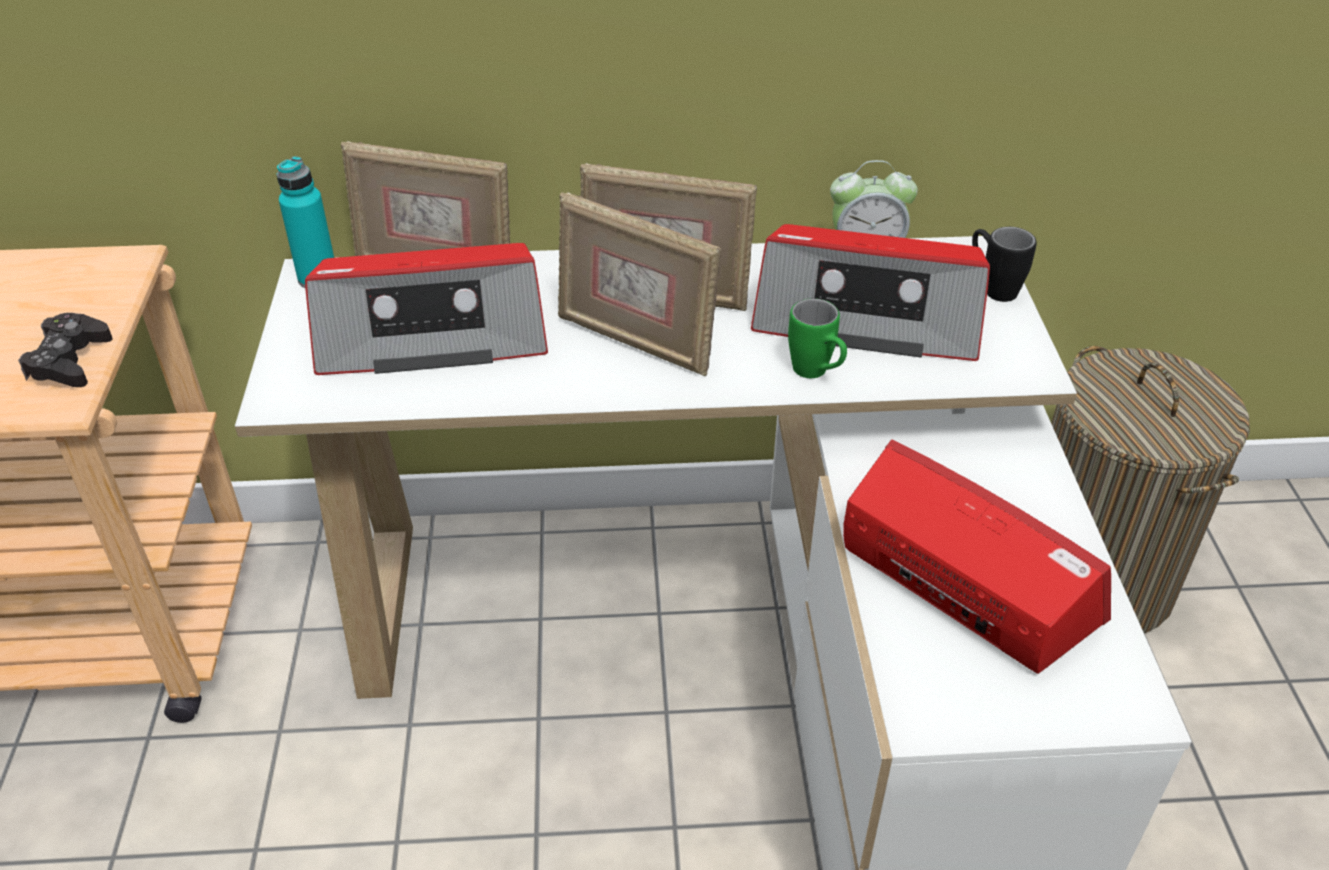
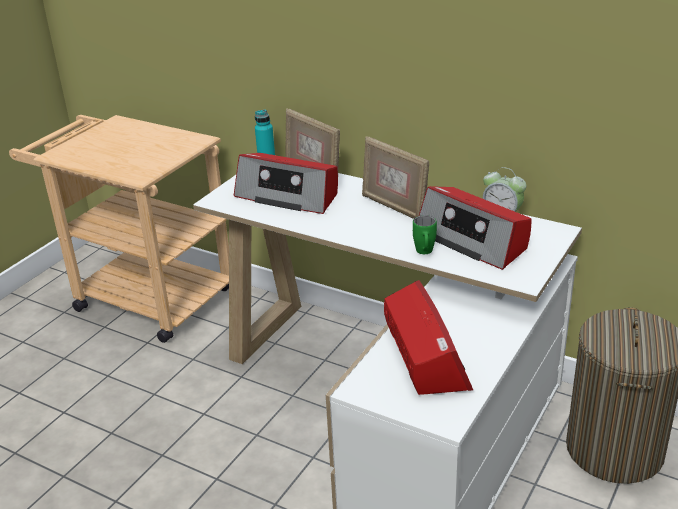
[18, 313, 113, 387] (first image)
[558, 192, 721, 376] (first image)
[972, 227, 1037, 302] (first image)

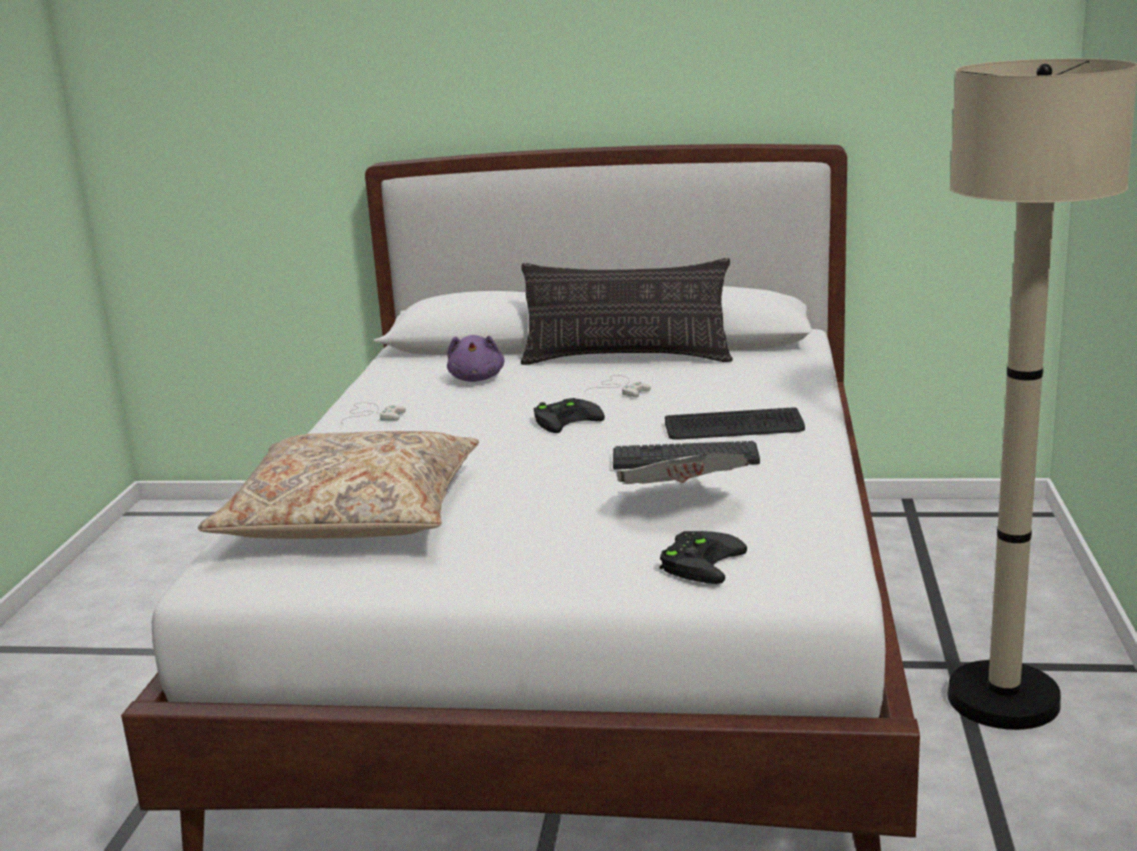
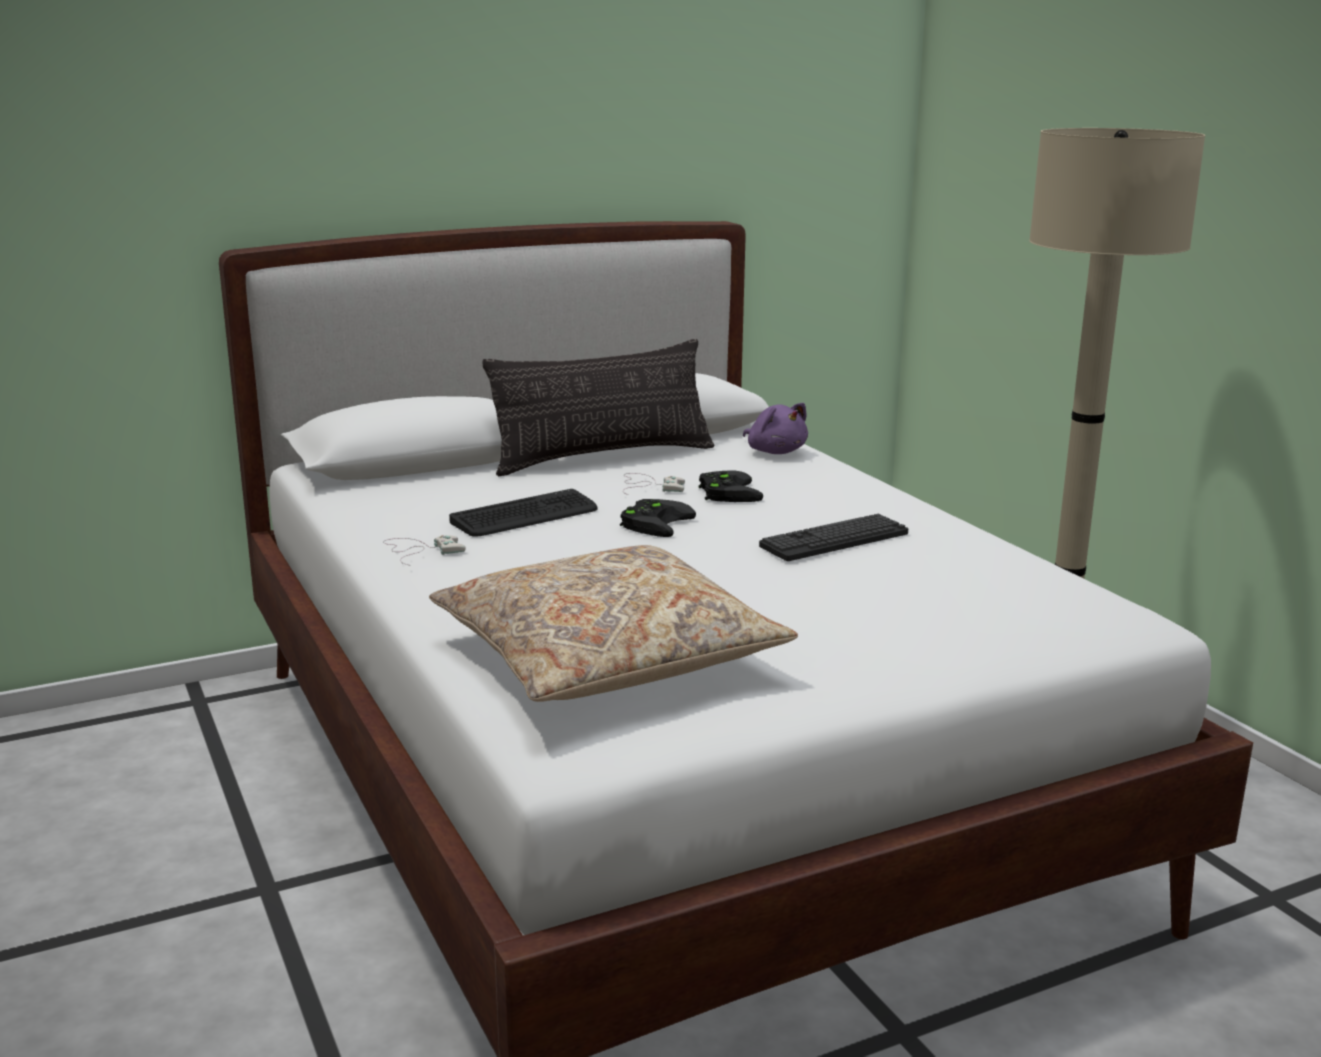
[449, 489, 598, 537]
[699, 470, 763, 502]
[743, 403, 808, 454]
[616, 453, 749, 484] (first image)

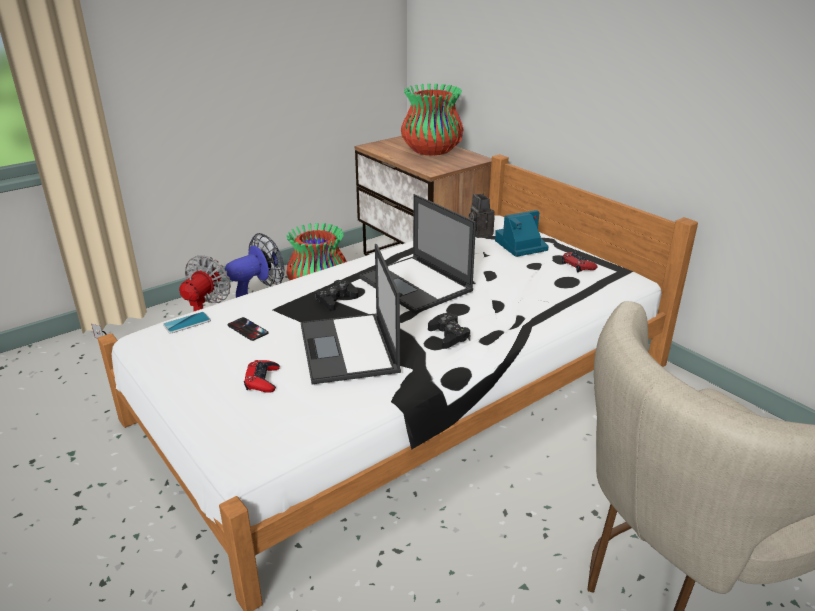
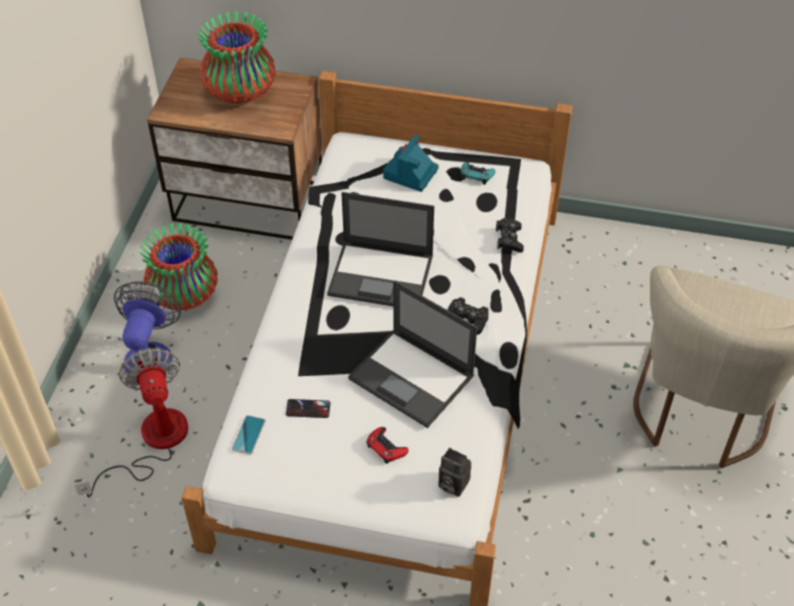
[439, 448, 471, 497]
[461, 162, 496, 185]
[496, 218, 524, 253]

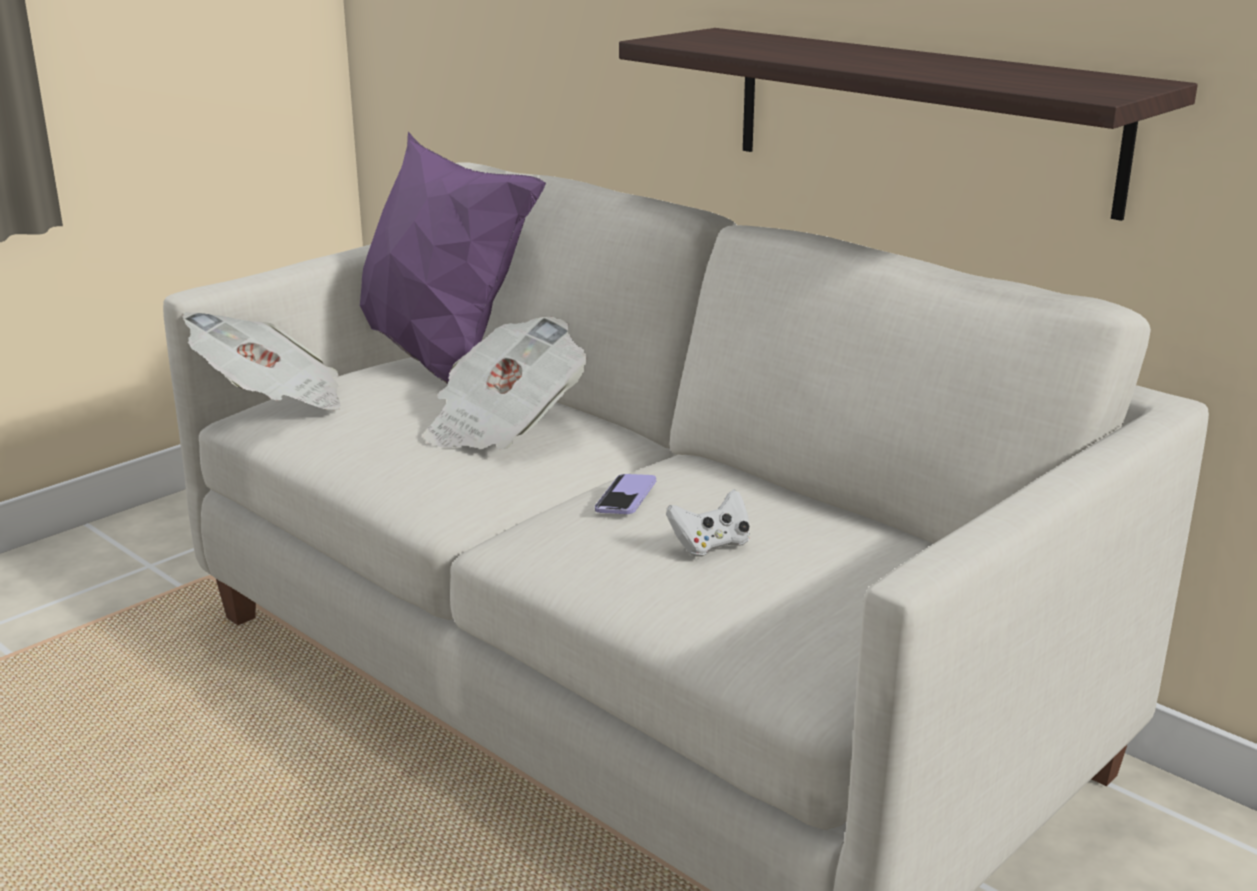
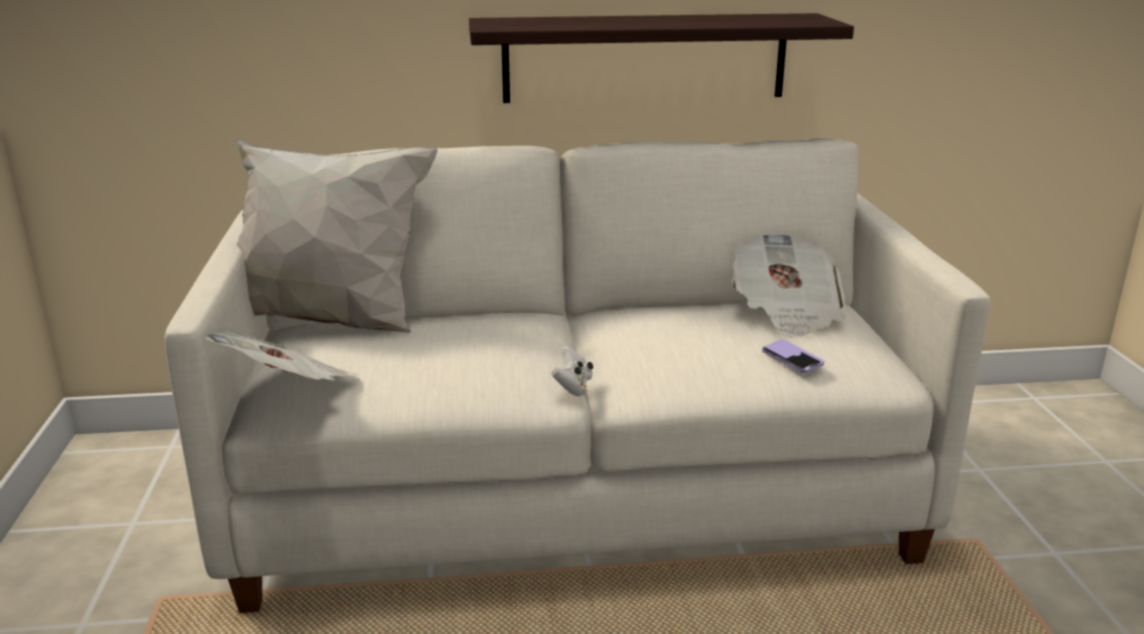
[236, 139, 438, 333]
[552, 346, 593, 396]
[732, 235, 846, 338]
[762, 340, 824, 373]

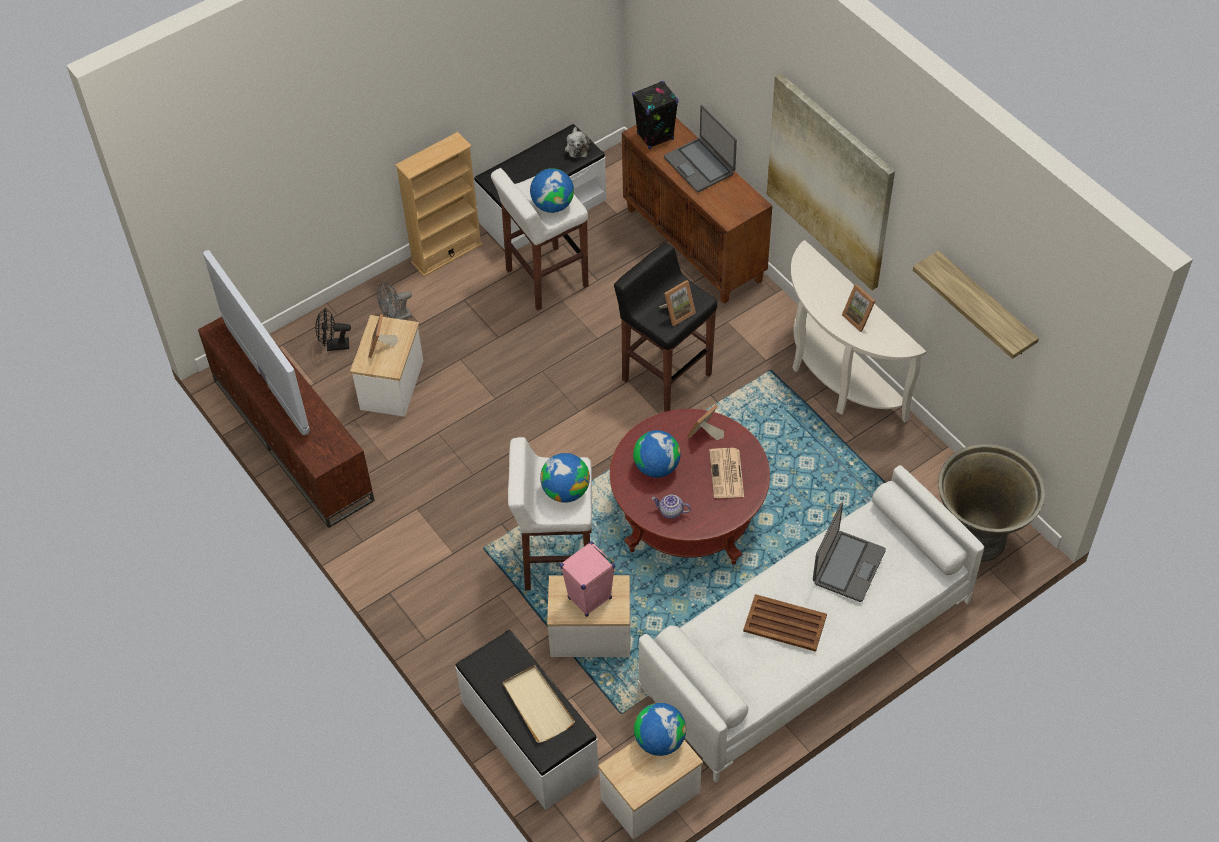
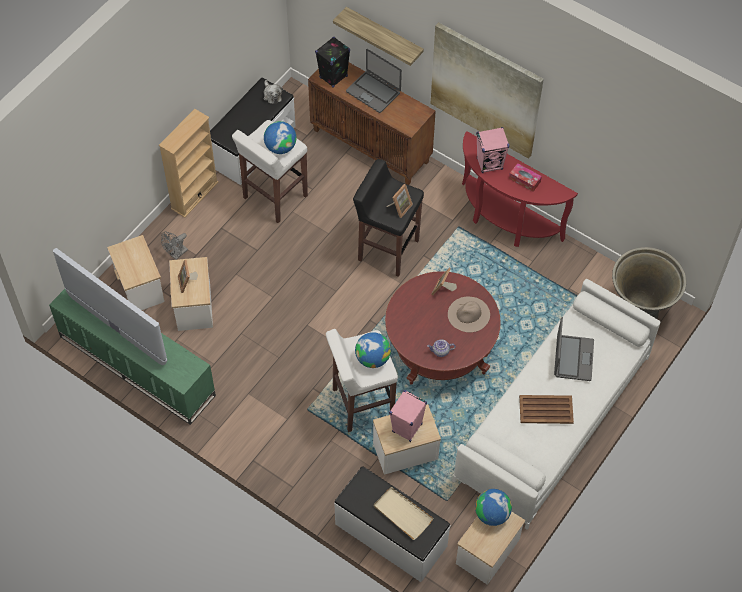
[49, 289, 216, 425]
[107, 235, 165, 310]
[333, 7, 424, 66]
[448, 297, 490, 332]
[462, 131, 578, 247]
[476, 127, 509, 173]
[509, 163, 542, 192]
[633, 430, 681, 478] (first image)

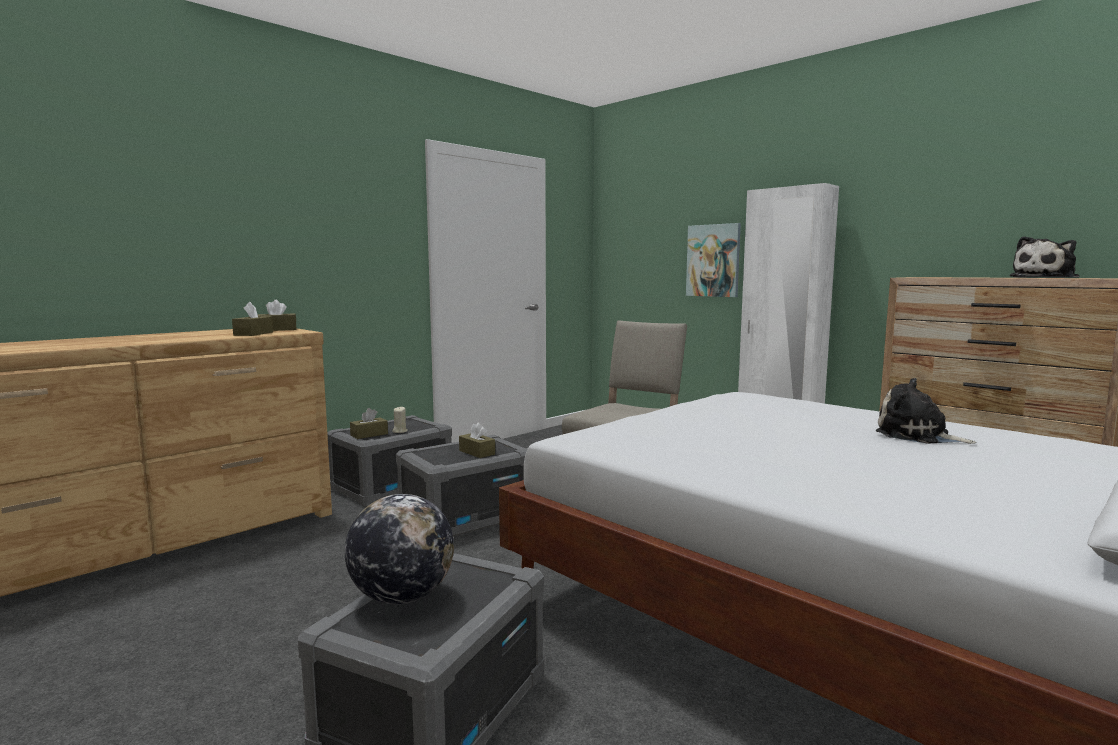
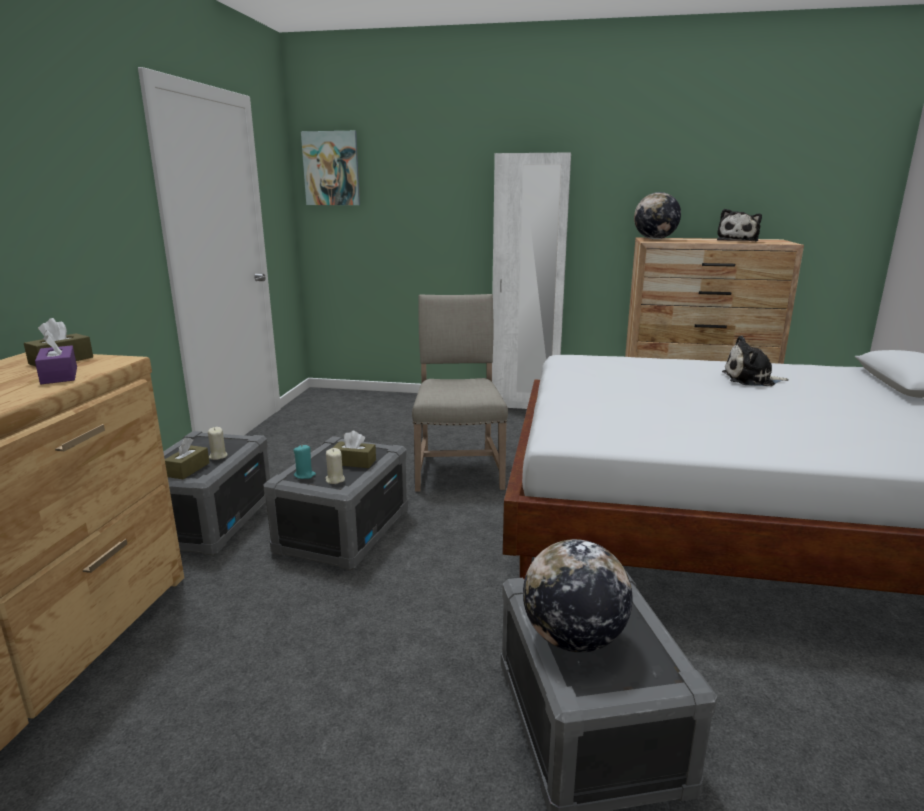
[35, 330, 77, 384]
[293, 445, 316, 479]
[301, 131, 360, 205]
[325, 448, 345, 484]
[634, 192, 681, 239]

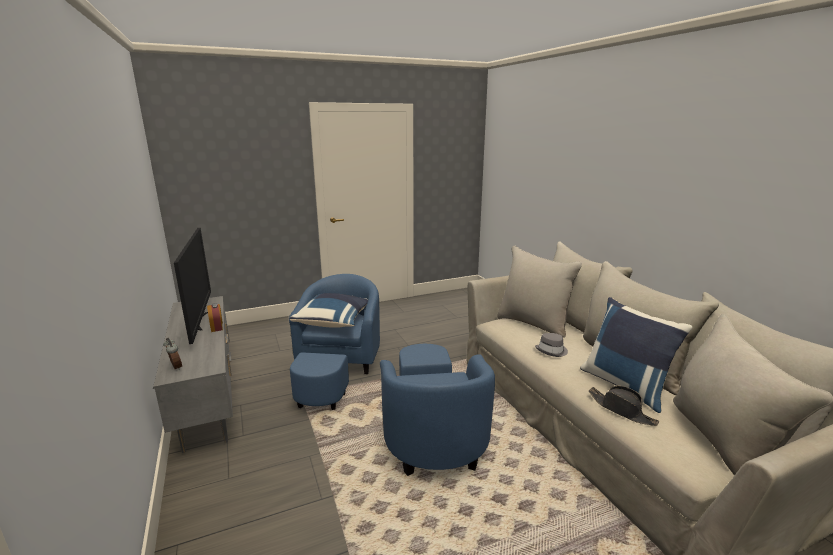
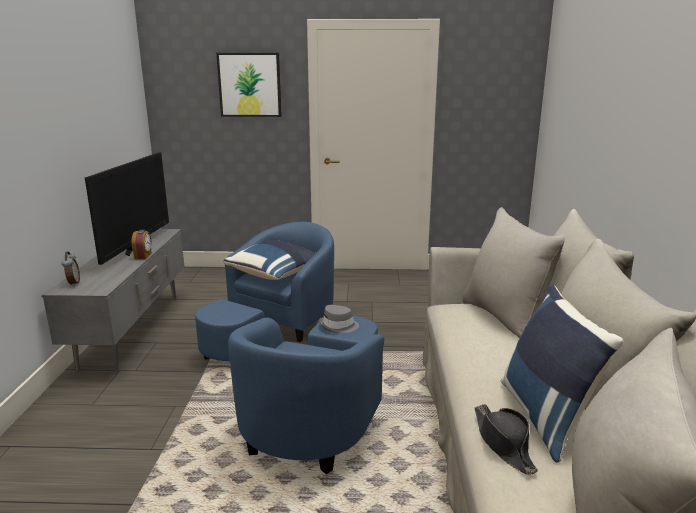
[216, 53, 282, 117]
[319, 305, 359, 333]

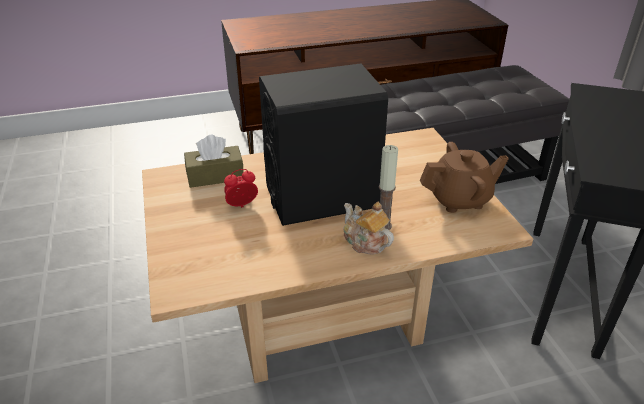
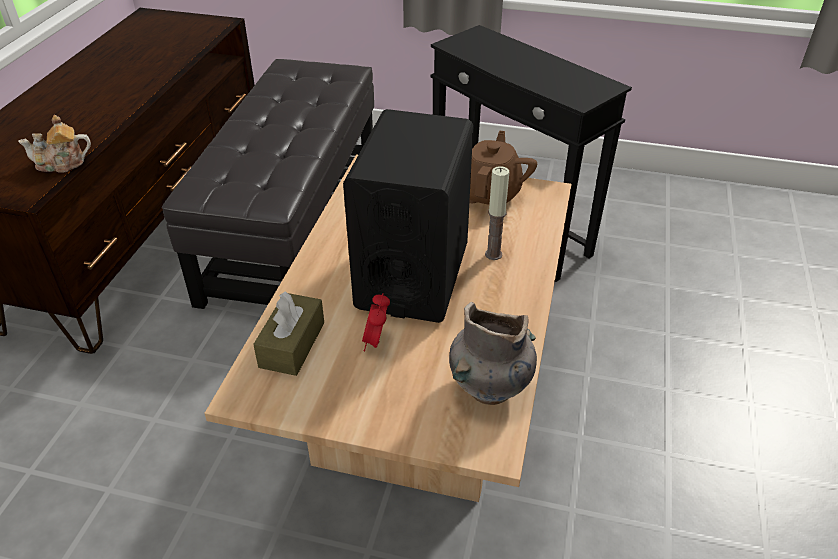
[18, 115, 91, 172]
[449, 302, 537, 405]

